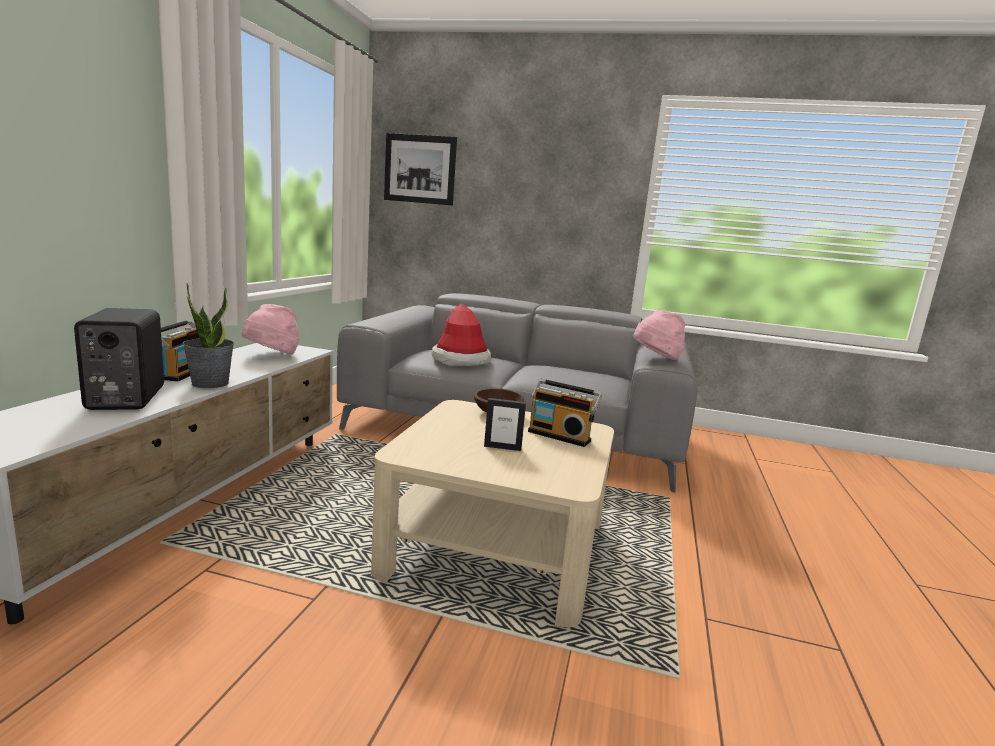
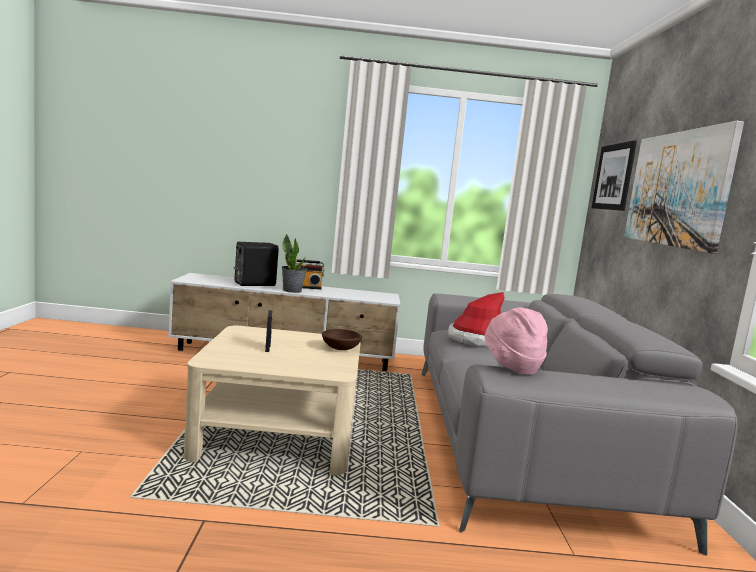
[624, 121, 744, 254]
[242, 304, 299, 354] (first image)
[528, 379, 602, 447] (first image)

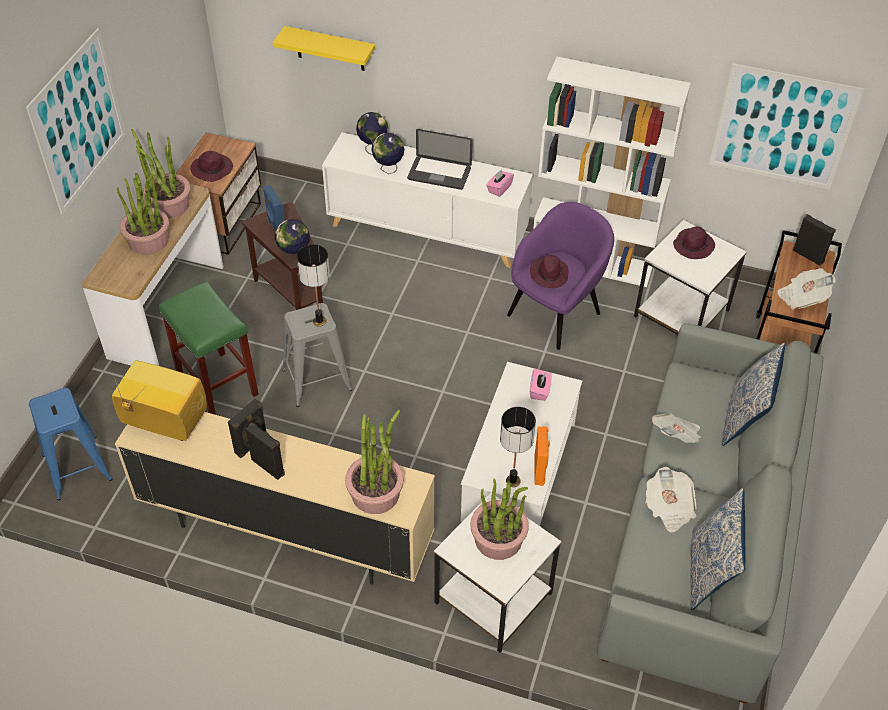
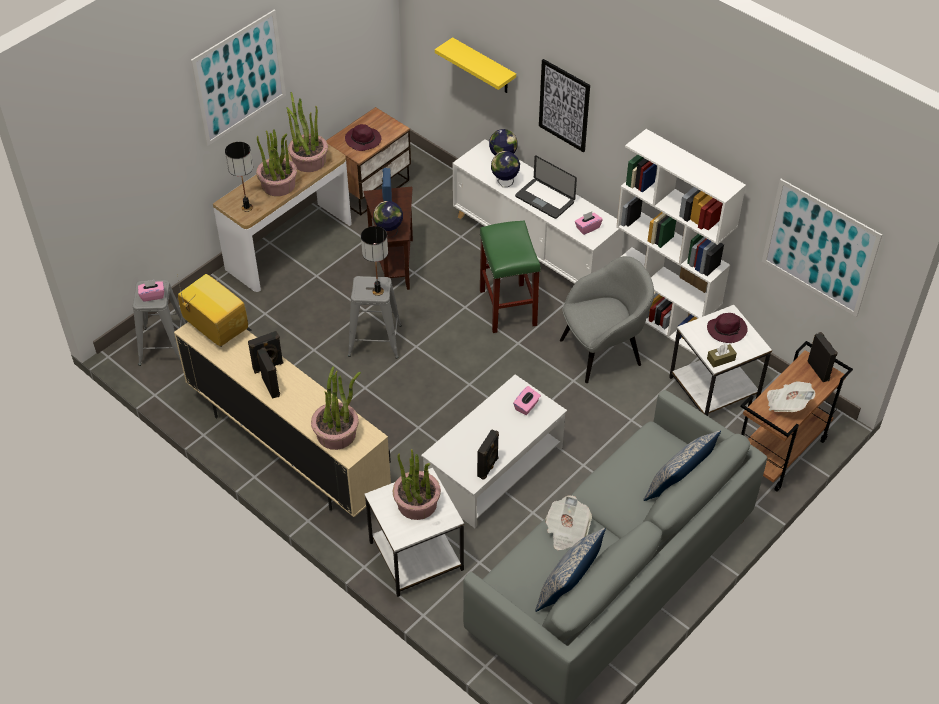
[133, 280, 186, 366]
[138, 280, 164, 301]
[225, 142, 253, 212]
[477, 429, 499, 480]
[480, 221, 541, 333]
[539, 59, 590, 152]
[560, 256, 654, 383]
[707, 344, 737, 368]
[530, 255, 568, 288] (first image)
[652, 413, 701, 443] (first image)

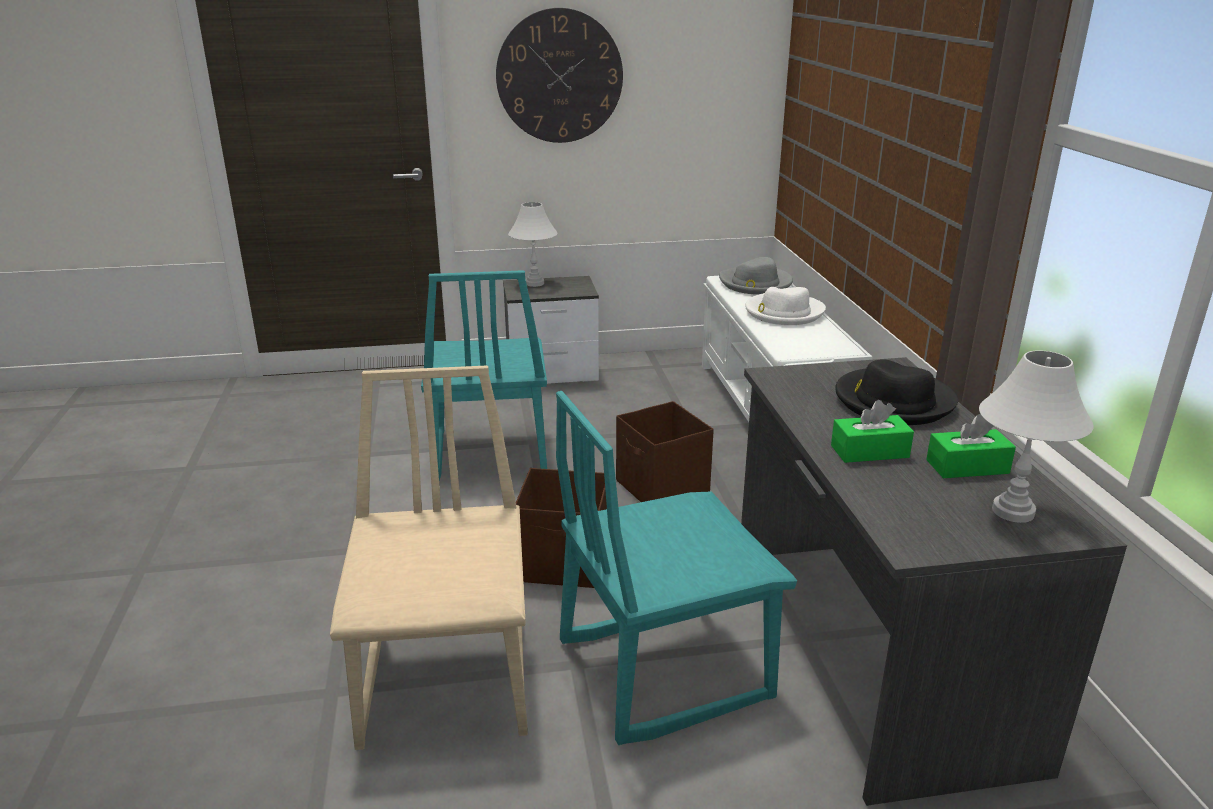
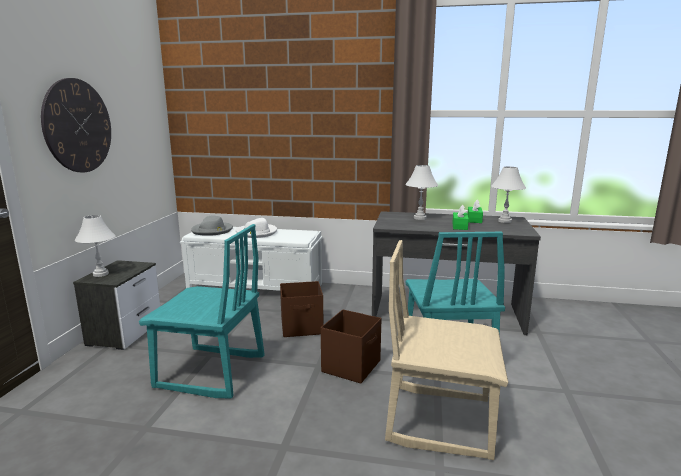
[405, 165, 438, 220]

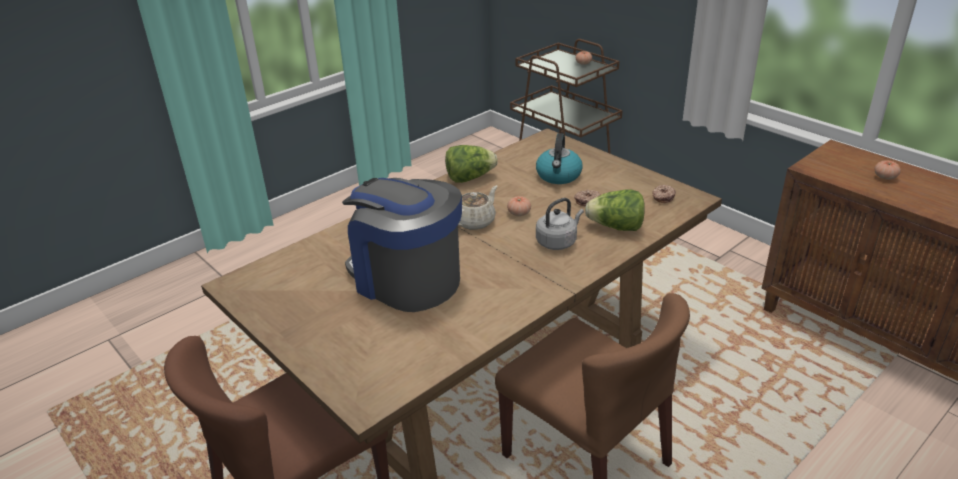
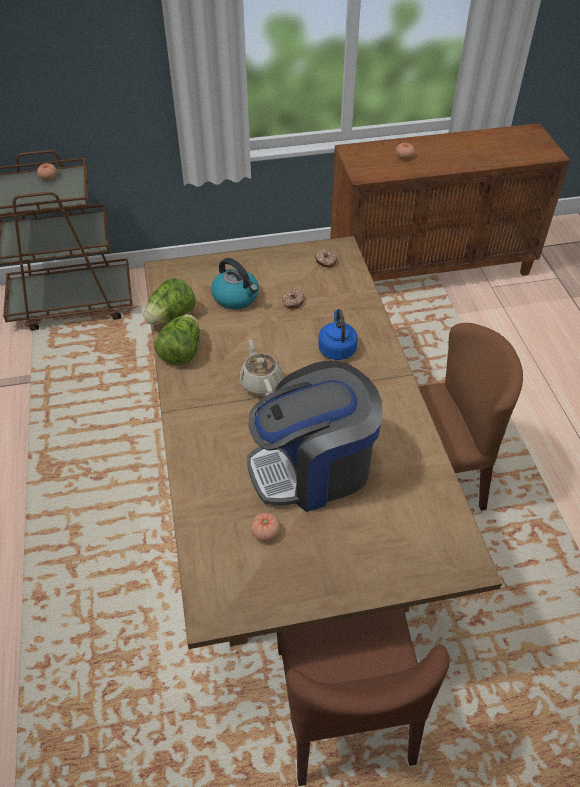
[144, 278, 195, 325]
[251, 513, 280, 541]
[318, 309, 358, 360]

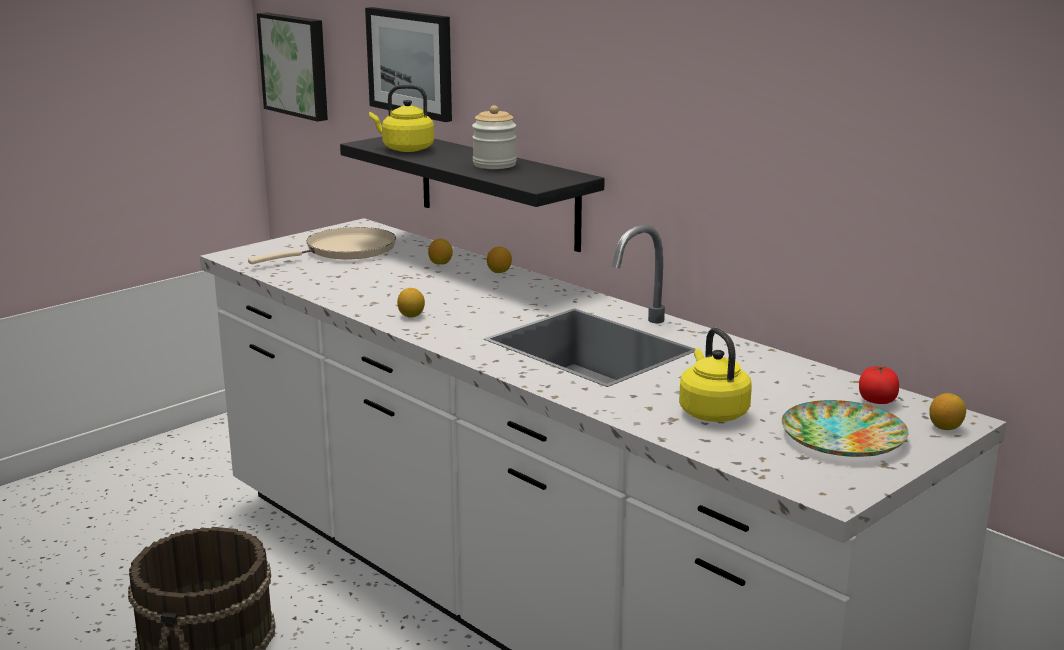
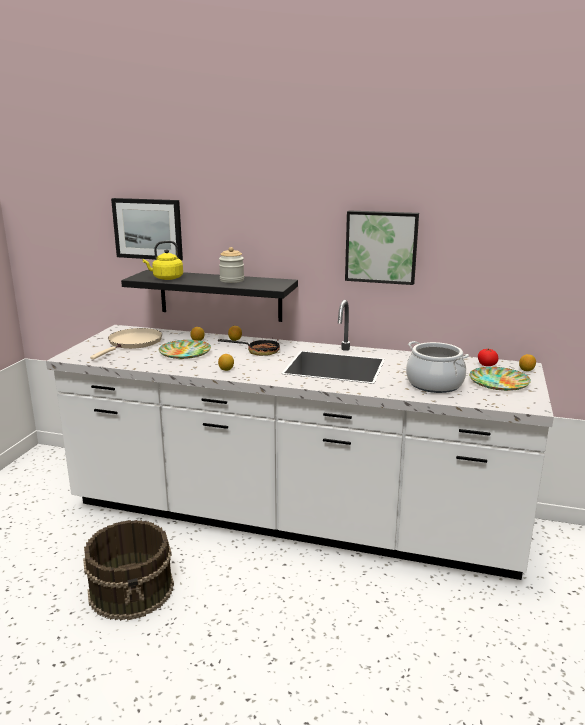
[159, 340, 211, 359]
[218, 339, 280, 356]
[345, 210, 419, 285]
[406, 341, 469, 393]

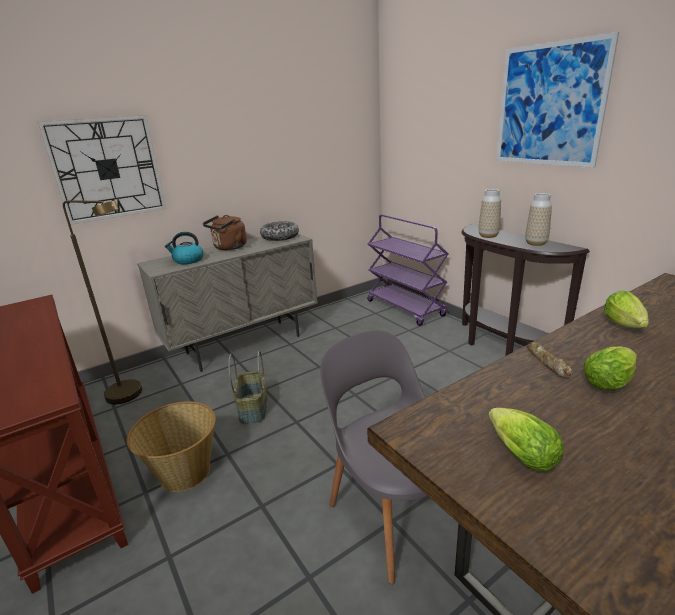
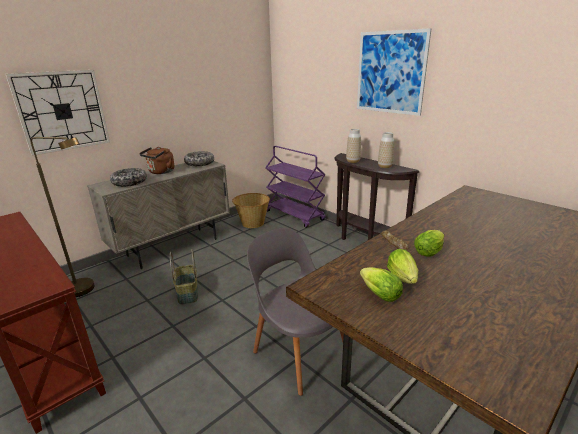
[110, 168, 147, 187]
[232, 193, 270, 228]
[387, 249, 418, 284]

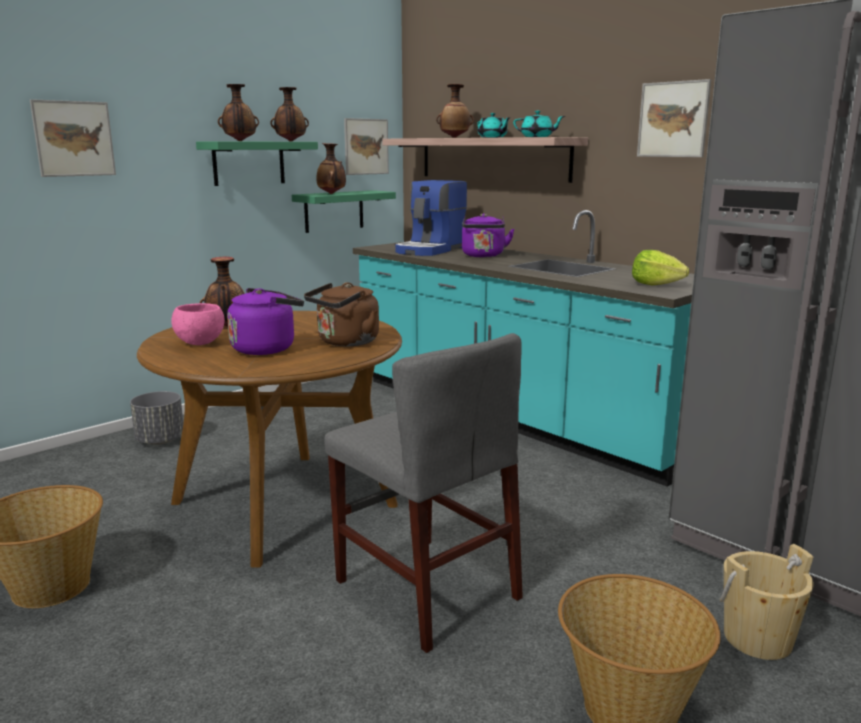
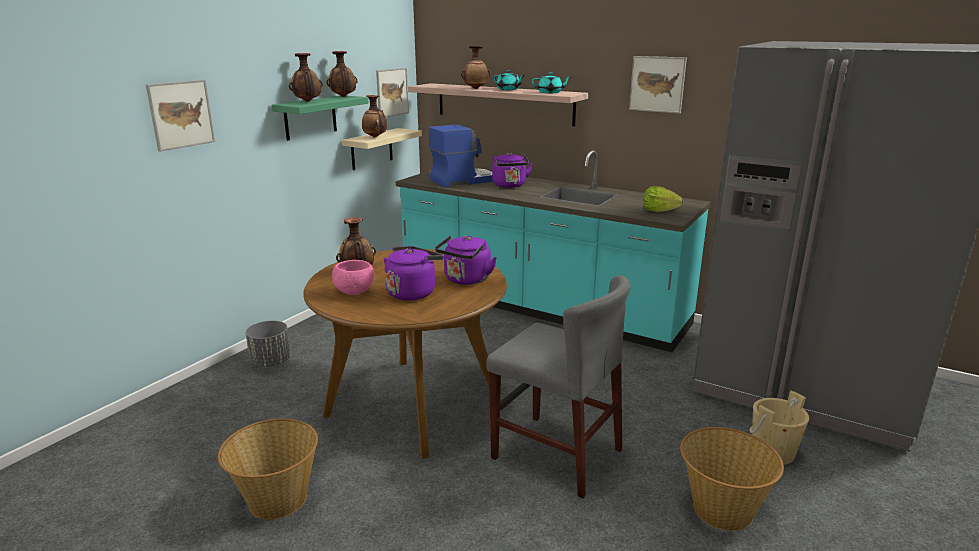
[342, 128, 422, 170]
[429, 124, 493, 188]
[435, 235, 497, 285]

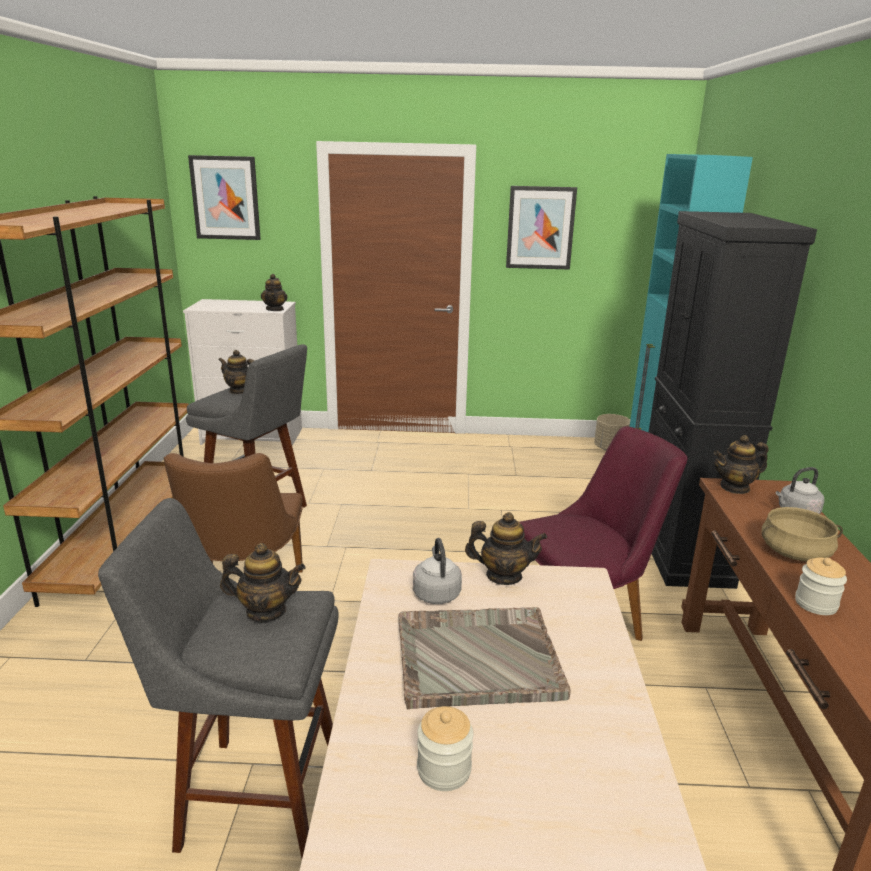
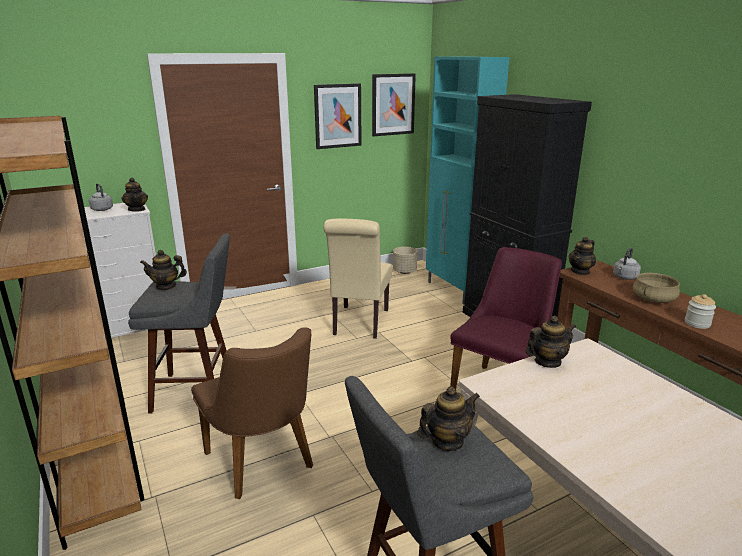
[89, 183, 113, 211]
[324, 219, 392, 339]
[372, 73, 416, 136]
[398, 607, 571, 710] (first image)
[417, 706, 473, 791] (first image)

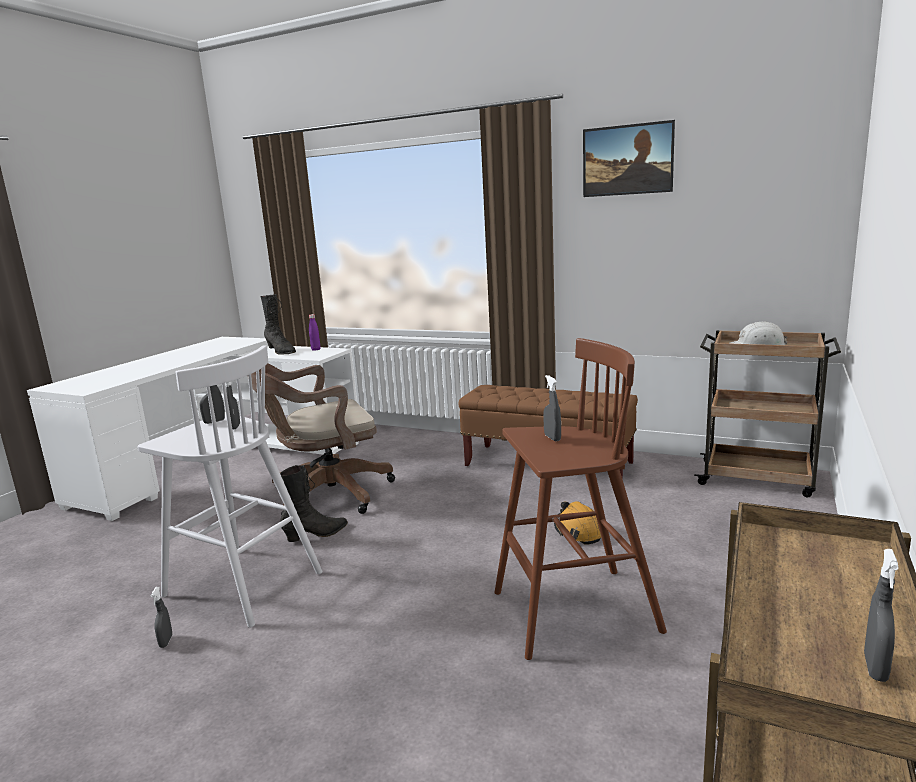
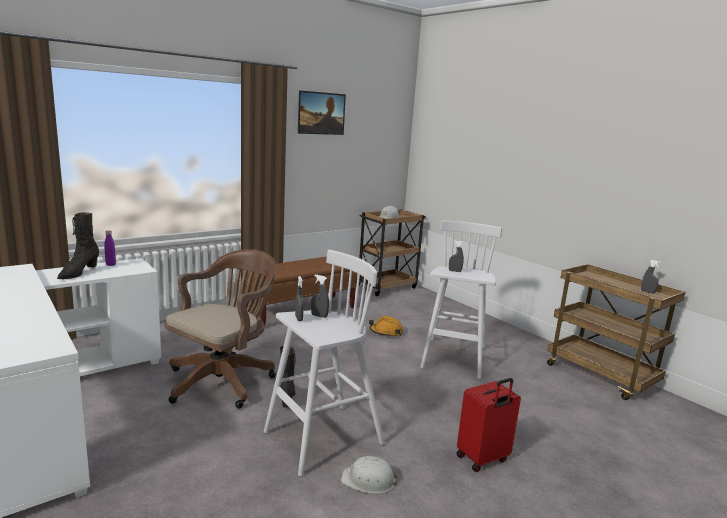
[57, 213, 99, 279]
[164, 249, 276, 408]
[341, 456, 399, 494]
[421, 220, 502, 379]
[456, 378, 521, 472]

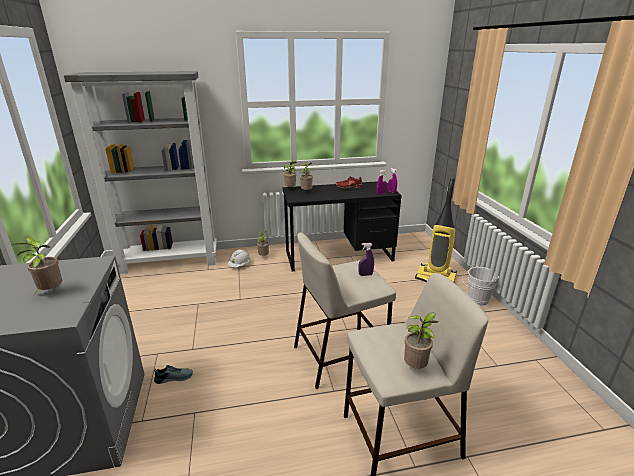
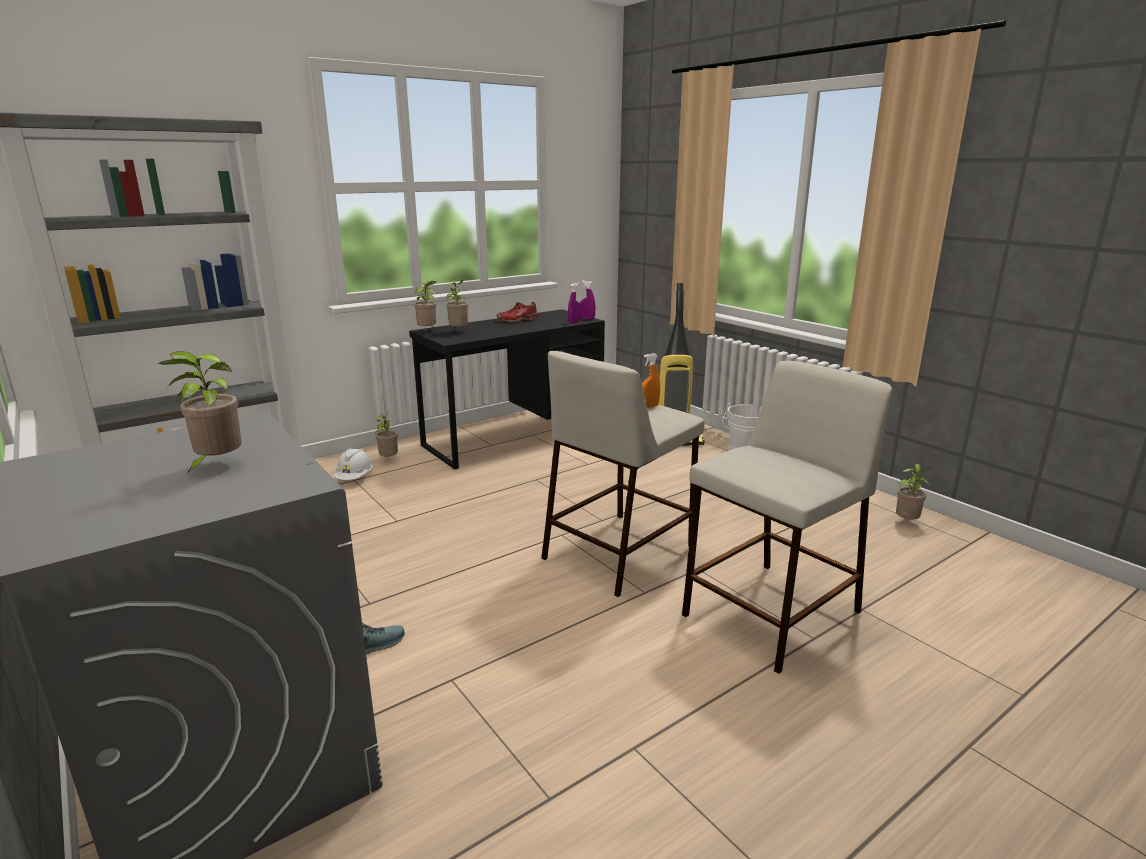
[642, 353, 660, 408]
[896, 464, 930, 520]

